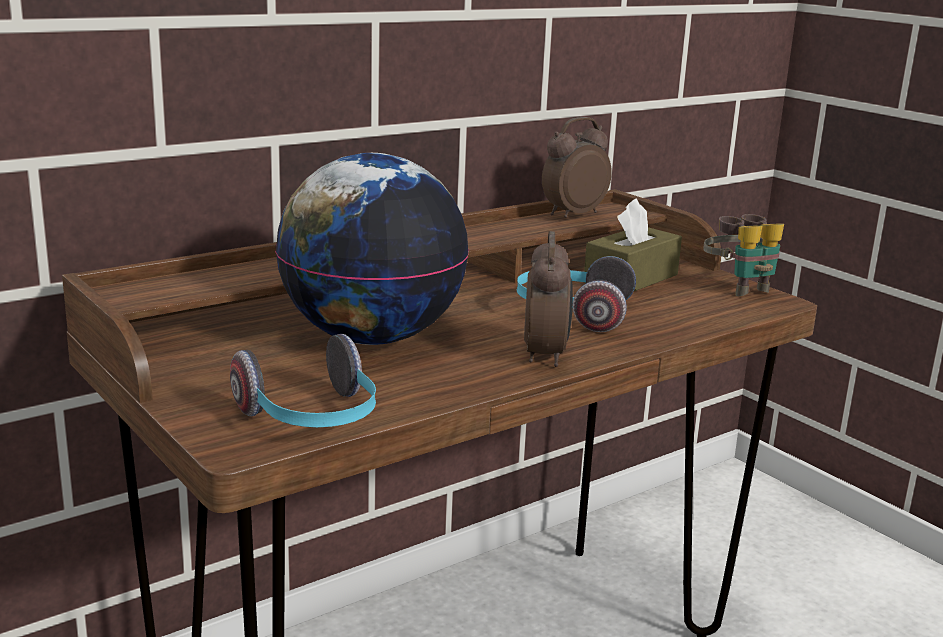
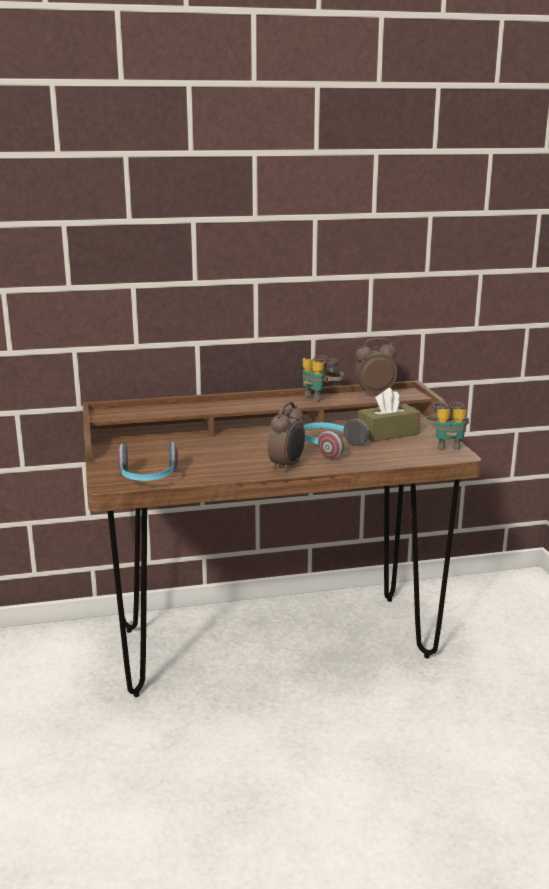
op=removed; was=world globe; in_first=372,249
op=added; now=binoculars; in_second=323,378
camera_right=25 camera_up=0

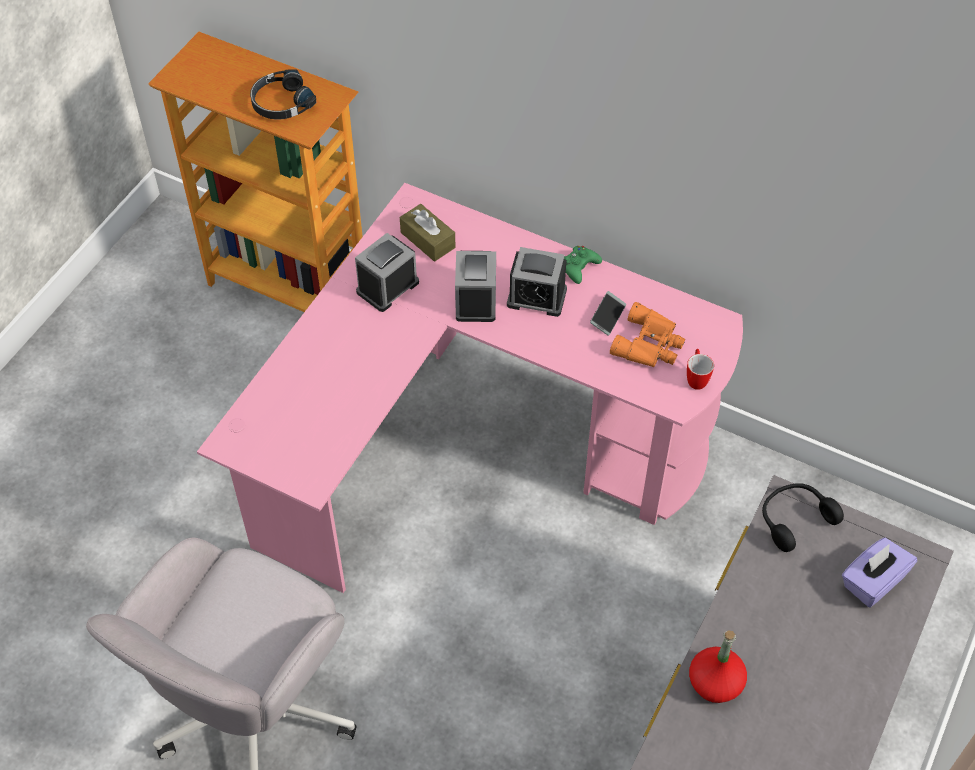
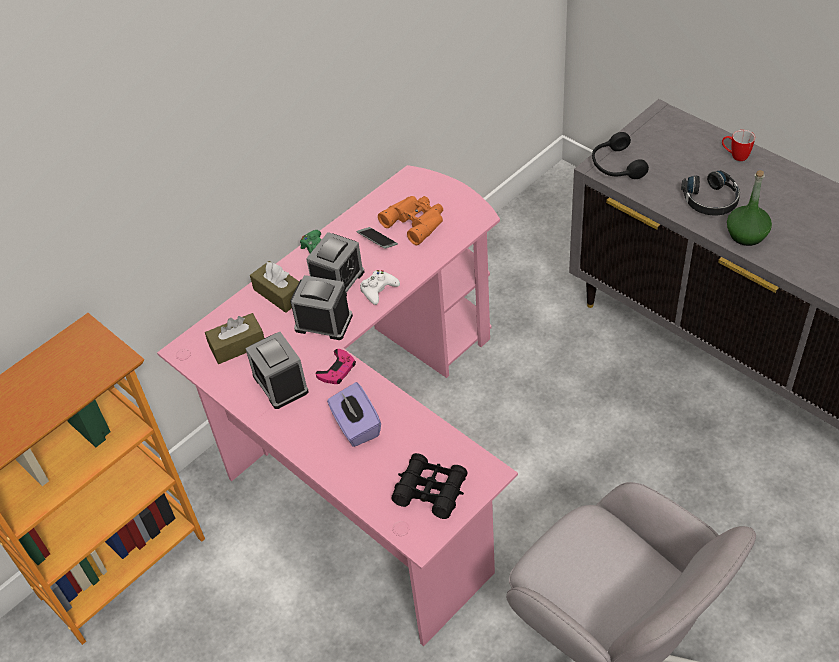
op=moved; was=black headphones; in_first=283,94; in_second=710,192
op=moved; was=mug; in_first=700,369; in_second=738,145
op=moved; was=purple-coloured tissue box; in_first=879,572; in_second=354,414
op=recoloured; was=reddish beverage bottle; now=greenish beverage bottle; in_first=718,666; in_second=749,208
op=added; now=brown-coloured tissue box; in_second=274,287
op=added; now=whitish joypad; in_second=380,287
op=added; now=pink-coloured joypad; in_second=336,366
op=added; now=black binoculars; in_second=430,486
camera_right=-70 camera_up=-5

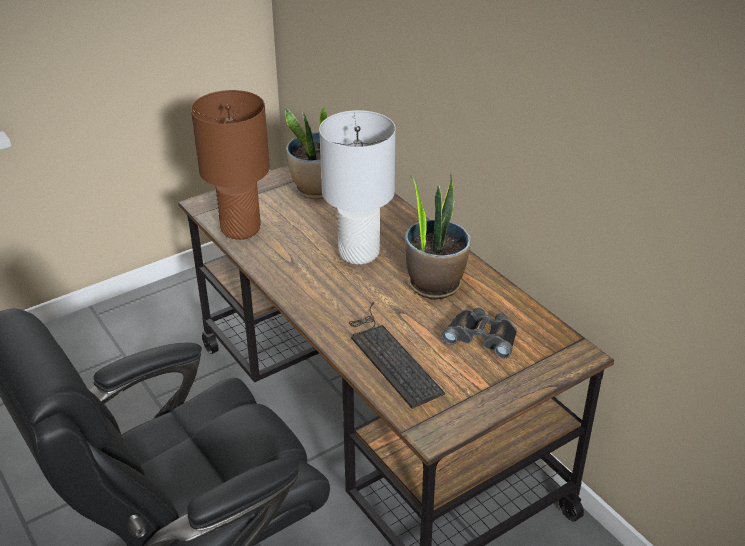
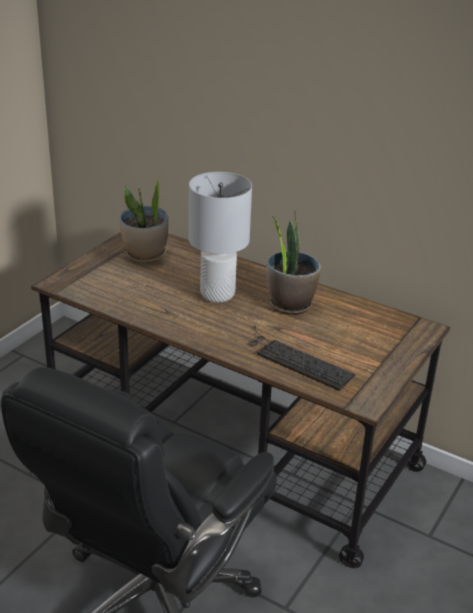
op=removed; was=brown-coloured tabletop lamp; in_first=230,165
op=removed; was=black binoculars; in_first=479,333
camera_right=-25 camera_up=-5

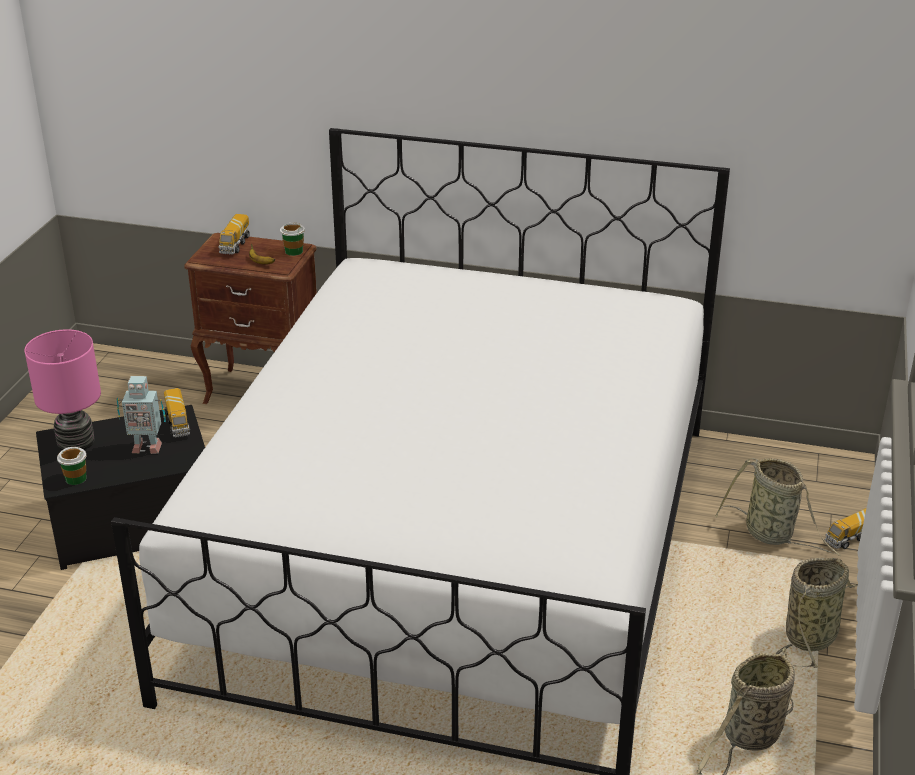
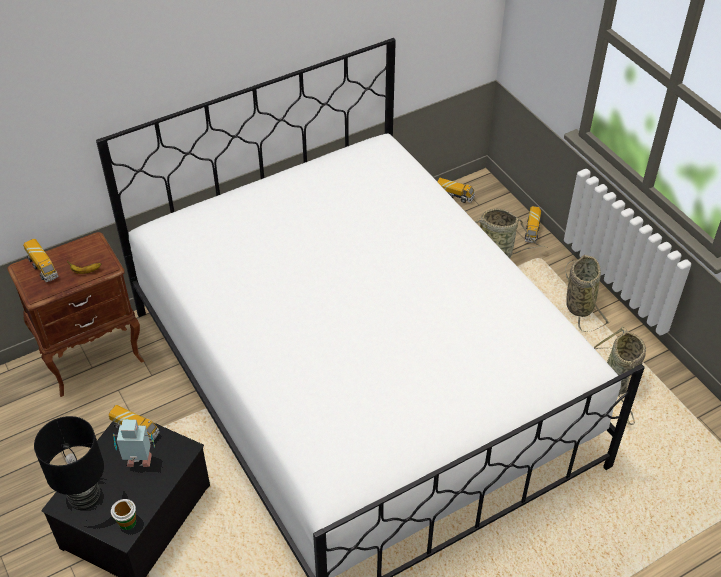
op=removed; was=small cup; in_first=292,239
op=recoloured; was=pink-coloured tabletop lamp; now=black tabletop lamp; in_first=62,389; in_second=69,463
op=turned; was=toy robot; in_first=141,415; in_second=134,443; clockwise=-135
op=added; now=model truck; in_second=456,190
camera_right=-45 camera_up=15

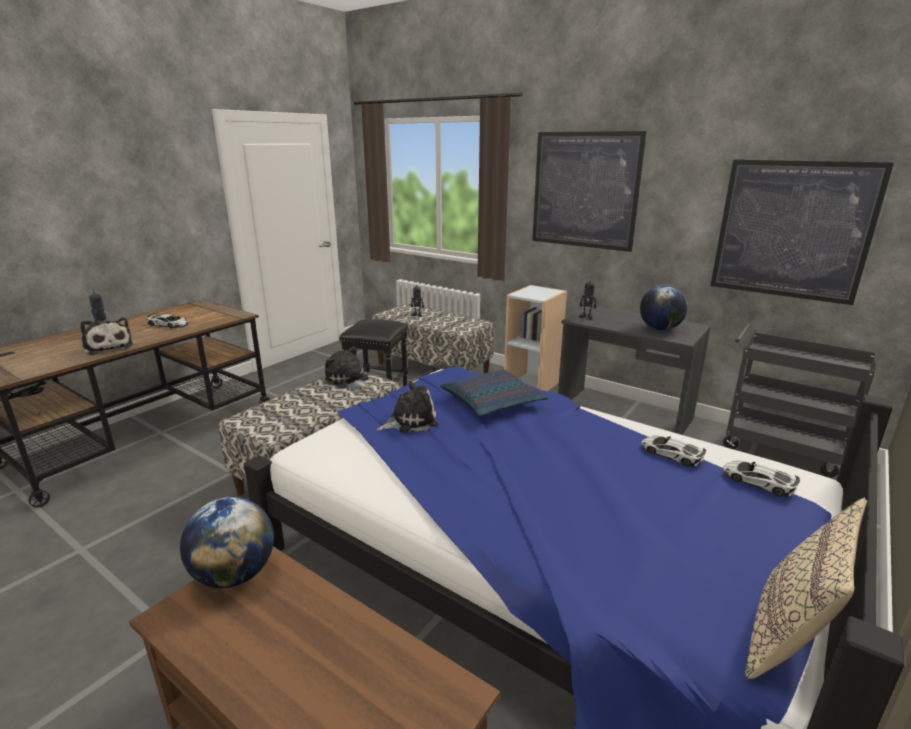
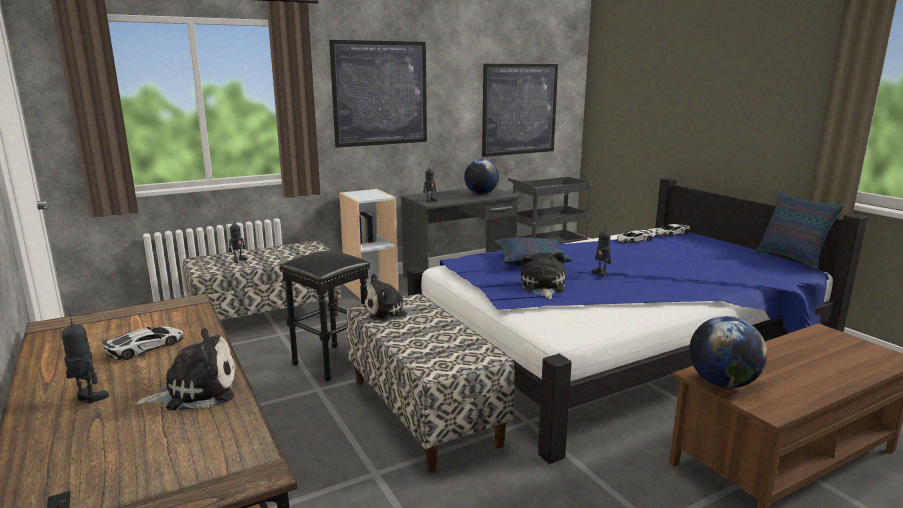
op=recoloured; was=beige cushion; now=blue-coloured cushion; in_first=806,588; in_second=799,231
op=added; now=toy robot; in_second=601,251
camera_right=-65 camera_up=-5

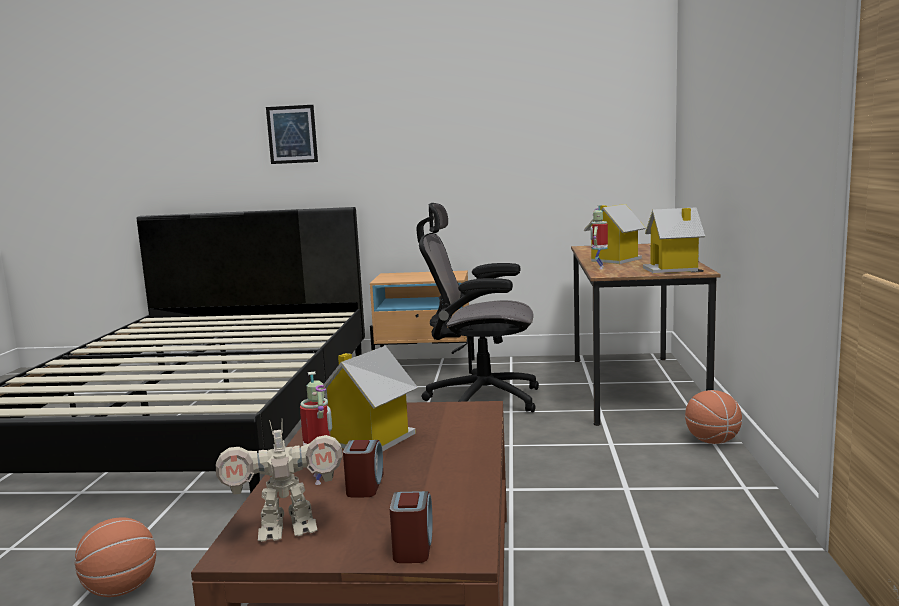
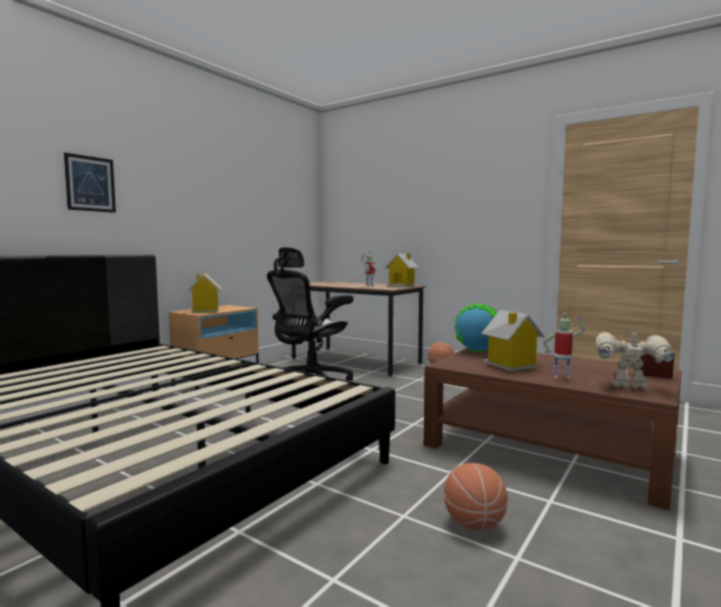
op=moved; was=model house; in_first=615,234; in_second=204,293
op=turned; was=toy robot; in_first=279,481; in_second=635,358; clockwise=-90
op=removed; was=alarm clock; in_first=363,468
op=added; now=world globe; in_second=475,328
camera_right=-60 camera_up=-5

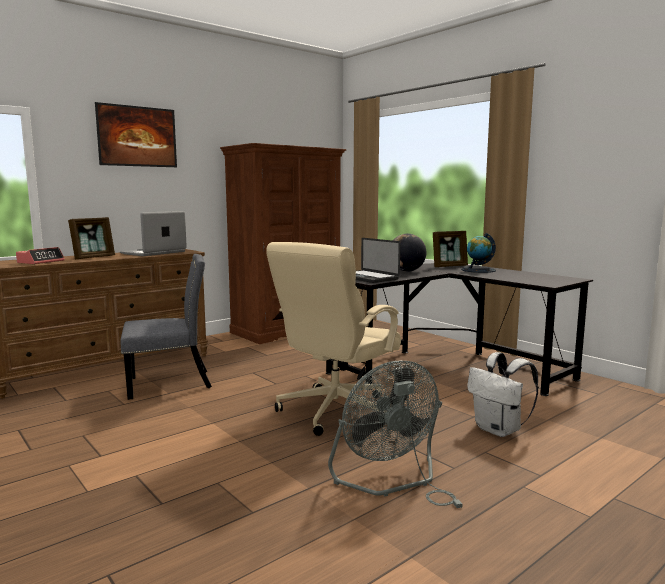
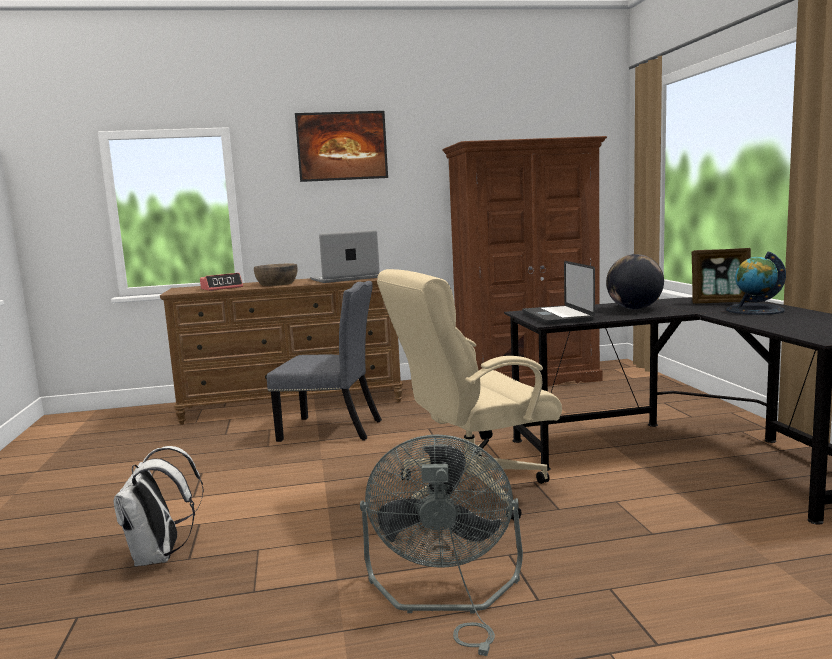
op=replaced; was=standing frame; now=brown-coloured serving bowl; in_first=91,238; in_second=275,275
op=moved; was=whitish rucksack; in_first=503,394; in_second=159,506
camera_right=30 camera_up=0

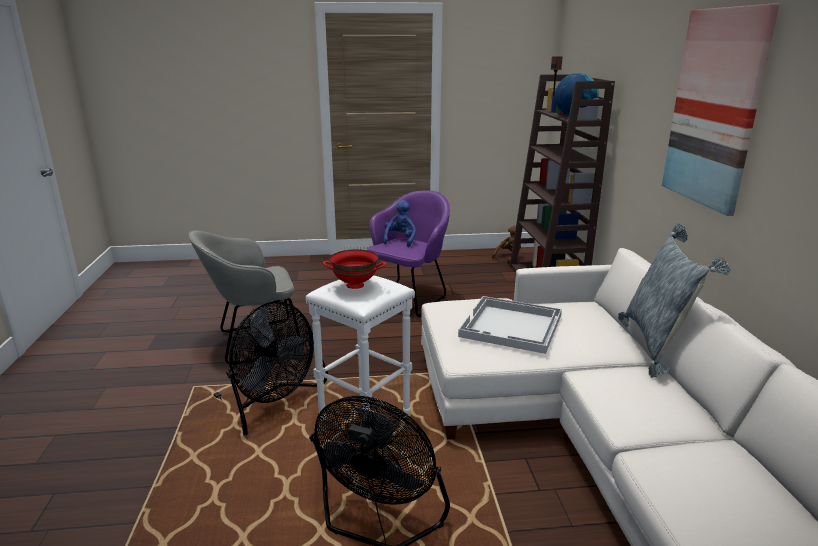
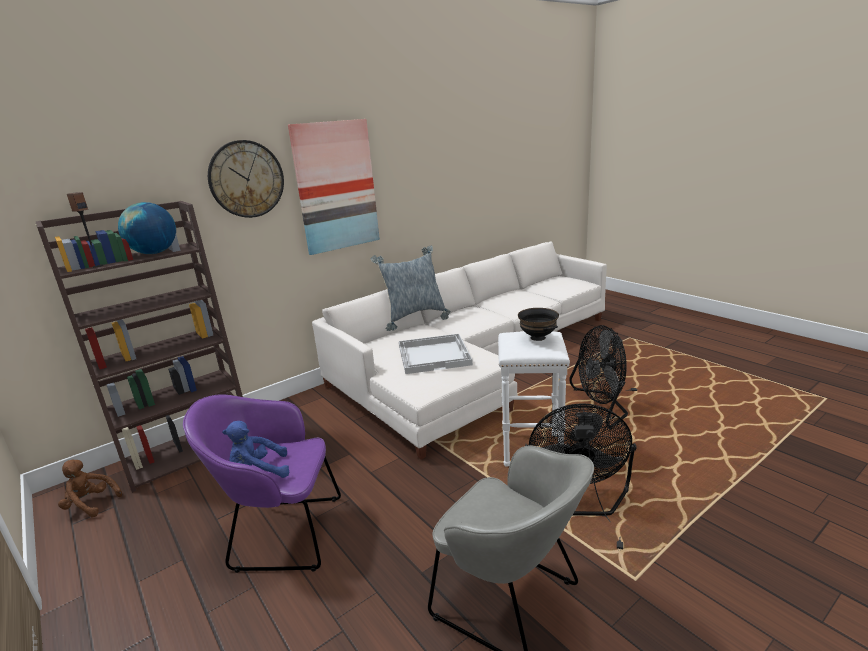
op=recoloured; was=reddish serving bowl; now=black serving bowl; in_first=354,269; in_second=538,324
op=added; now=hanging clock; in_second=246,179
camera_right=-120 camera_up=0

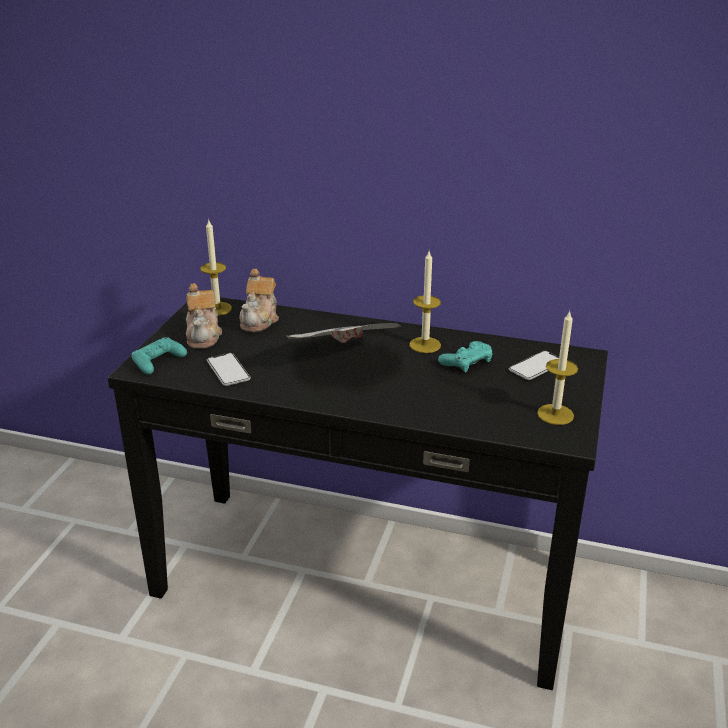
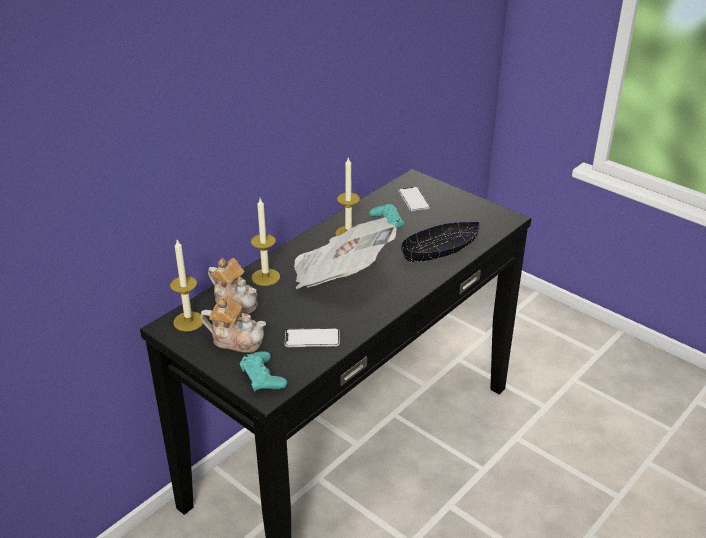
op=moved; was=candle; in_first=557,367; in_second=265,242
op=added; now=black serving bowl; in_second=440,241
camera_right=-65 camera_up=5

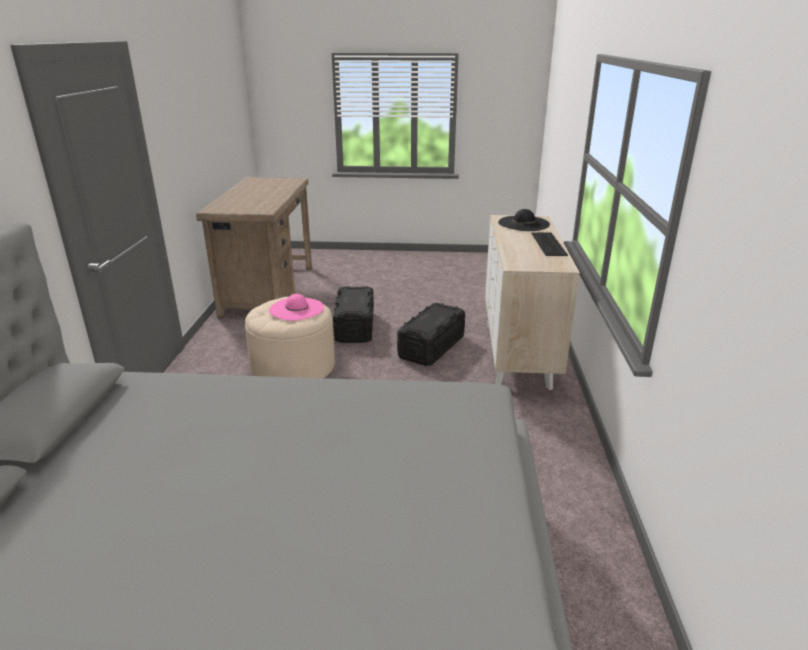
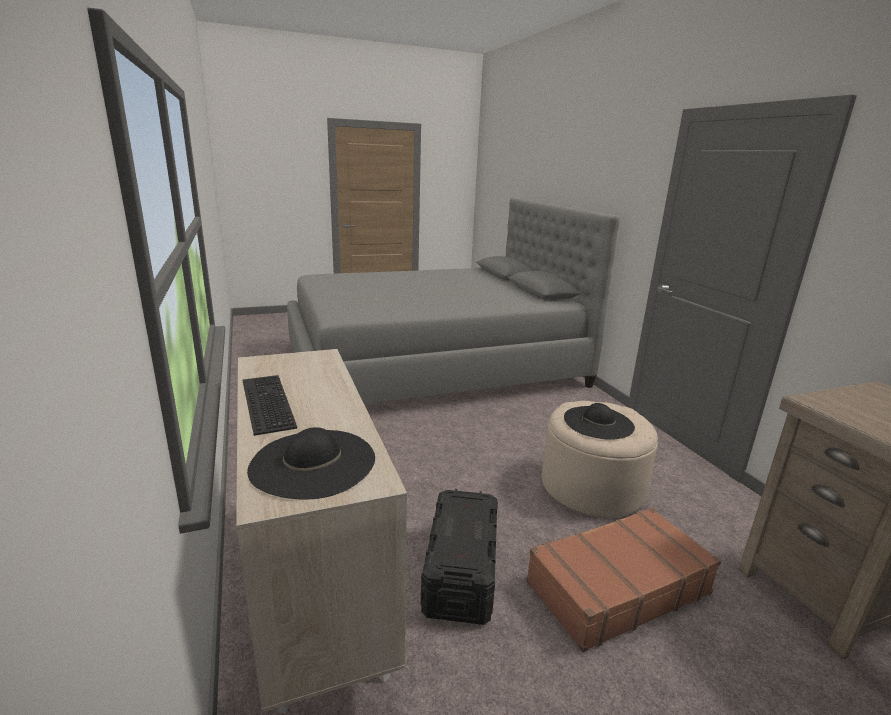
op=replaced; was=black storage box; now=brown-coloured piece of luggage; in_first=353,314; in_second=623,580
op=recoloured; was=pink-coloured clothing hat; now=black clothing hat; in_first=296,307; in_second=599,421
camera_right=155 camera_up=-5

